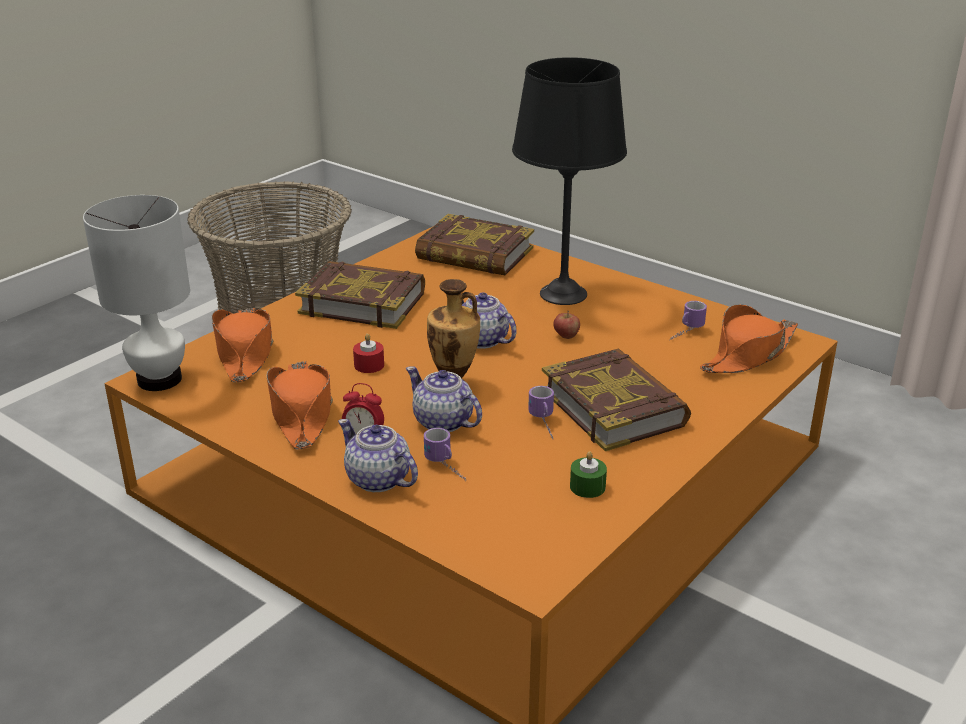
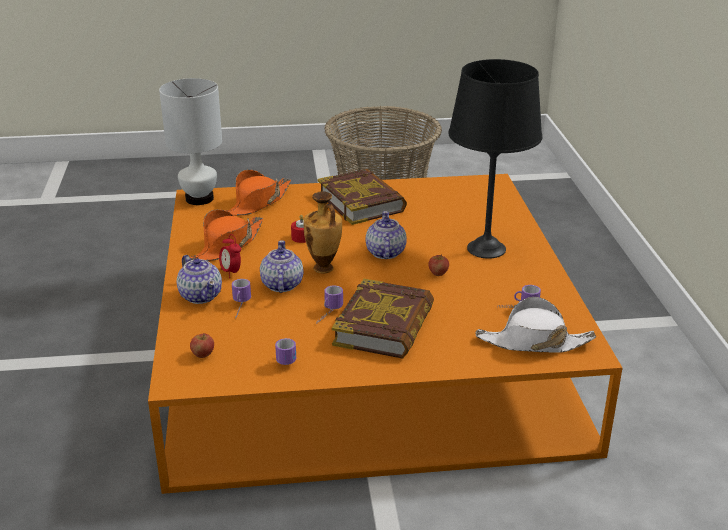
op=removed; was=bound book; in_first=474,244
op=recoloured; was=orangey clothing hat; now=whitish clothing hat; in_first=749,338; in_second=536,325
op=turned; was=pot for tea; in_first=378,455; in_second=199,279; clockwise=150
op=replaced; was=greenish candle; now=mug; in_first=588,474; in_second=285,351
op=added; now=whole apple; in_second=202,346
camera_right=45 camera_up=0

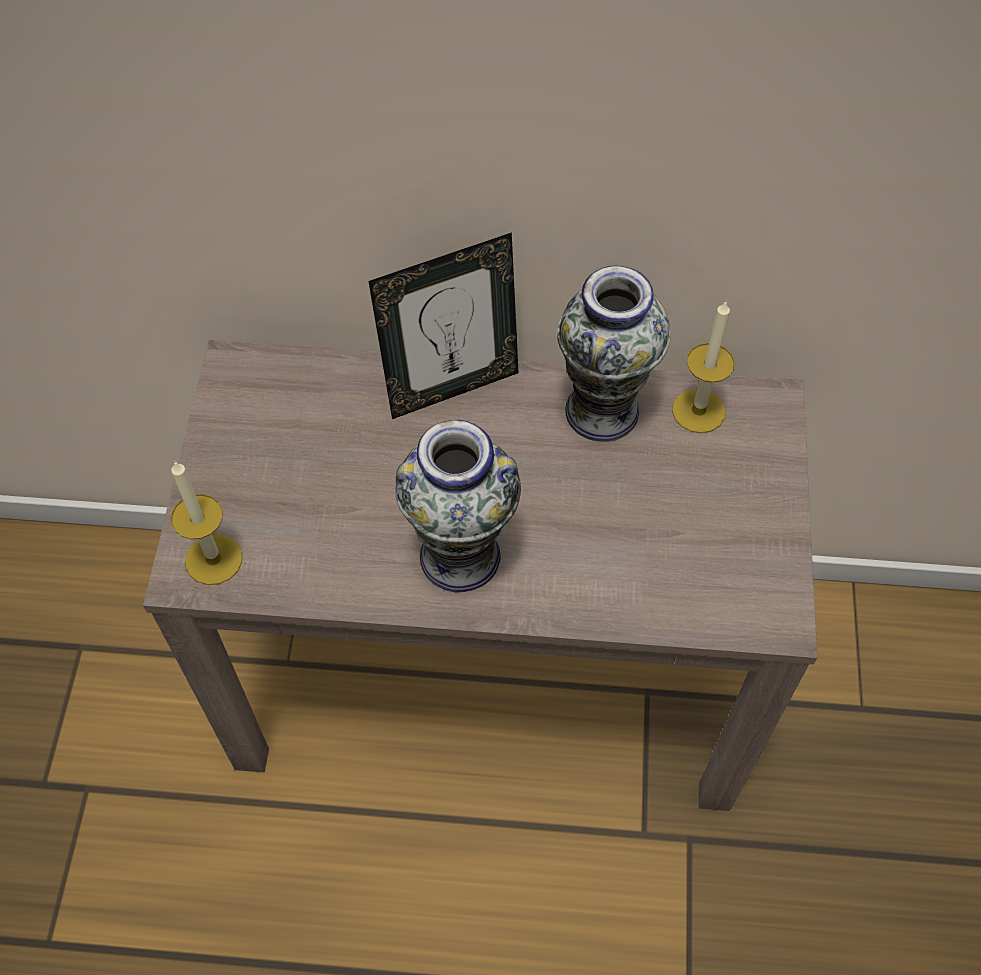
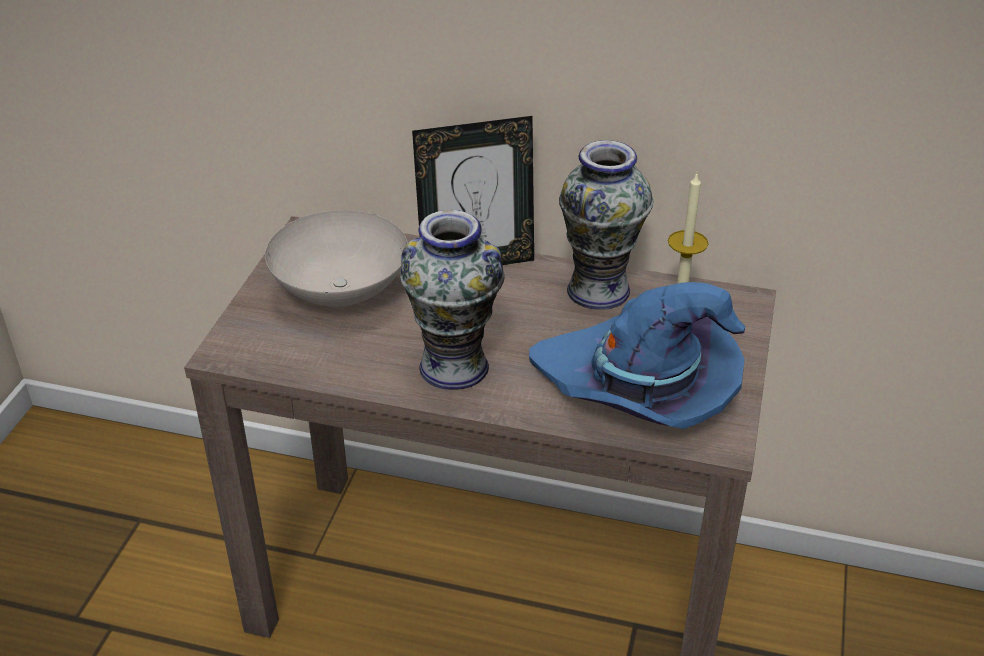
op=removed; was=candle; in_first=206,523
op=added; now=whitish serving bowl; in_second=336,258
op=added; now=blue-coloured clothing hat; in_second=637,355
camera_right=10 camera_up=-20

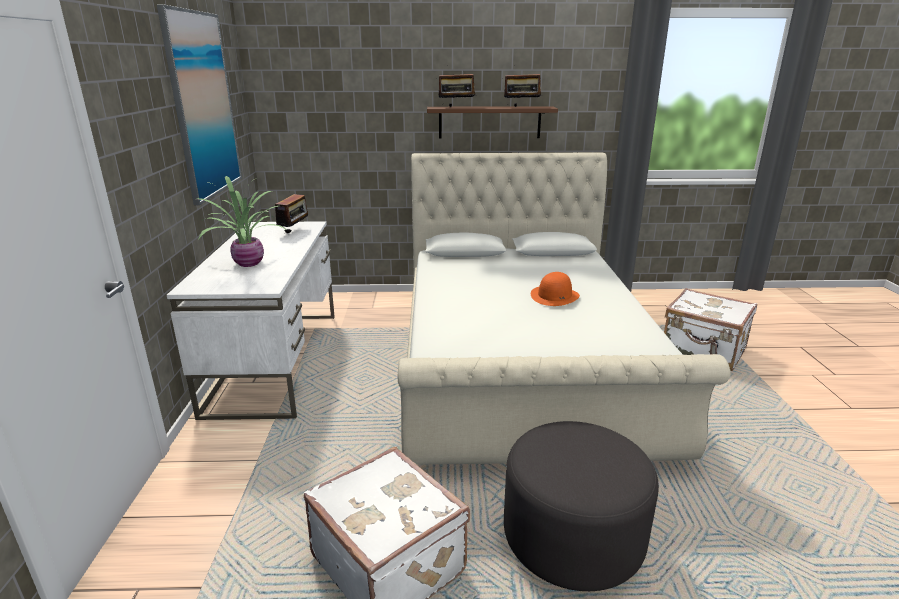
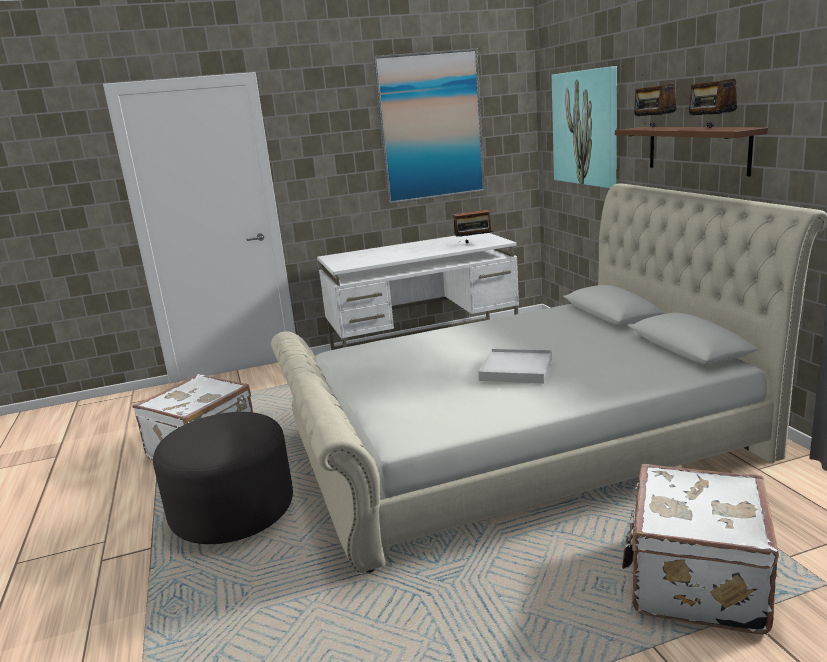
op=removed; was=potted plant; in_first=241,221
op=replaced; was=orangey clothing hat; now=whitish tray; in_first=555,289; in_second=515,366
op=added; now=wall picture; in_second=584,127
camera_right=75 camera_up=-5

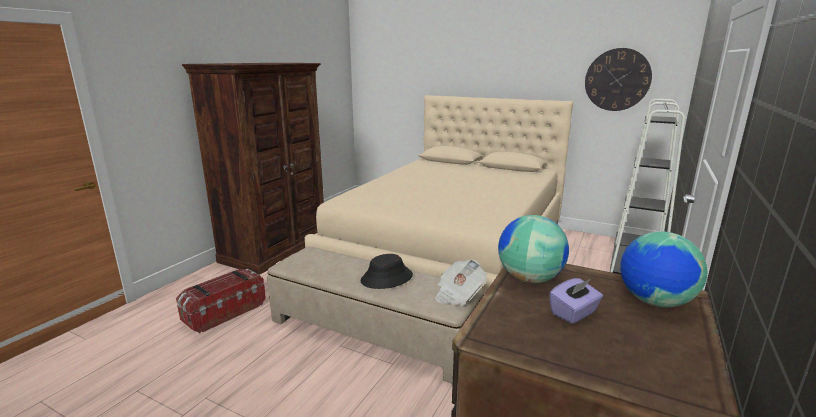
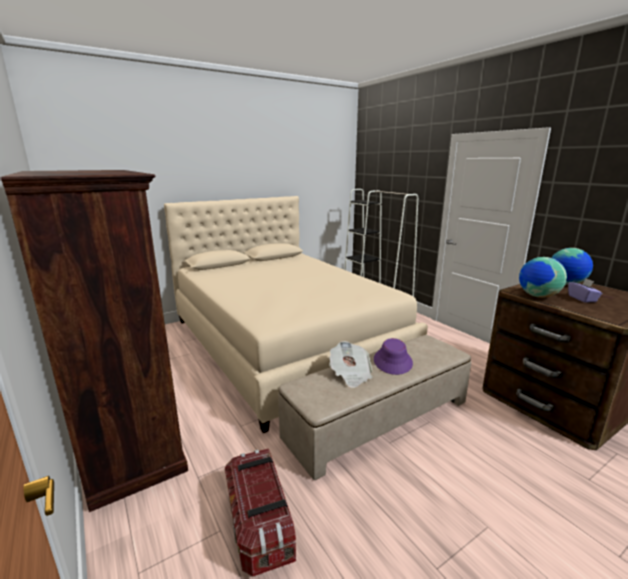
op=removed; was=hanging clock; in_first=618,79
op=recoloured; was=black clothing hat; now=purple-coloured clothing hat; in_first=387,271; in_second=393,356
op=moved; was=daily paper; in_first=461,283; in_second=351,364
camera_right=-60 camera_up=0

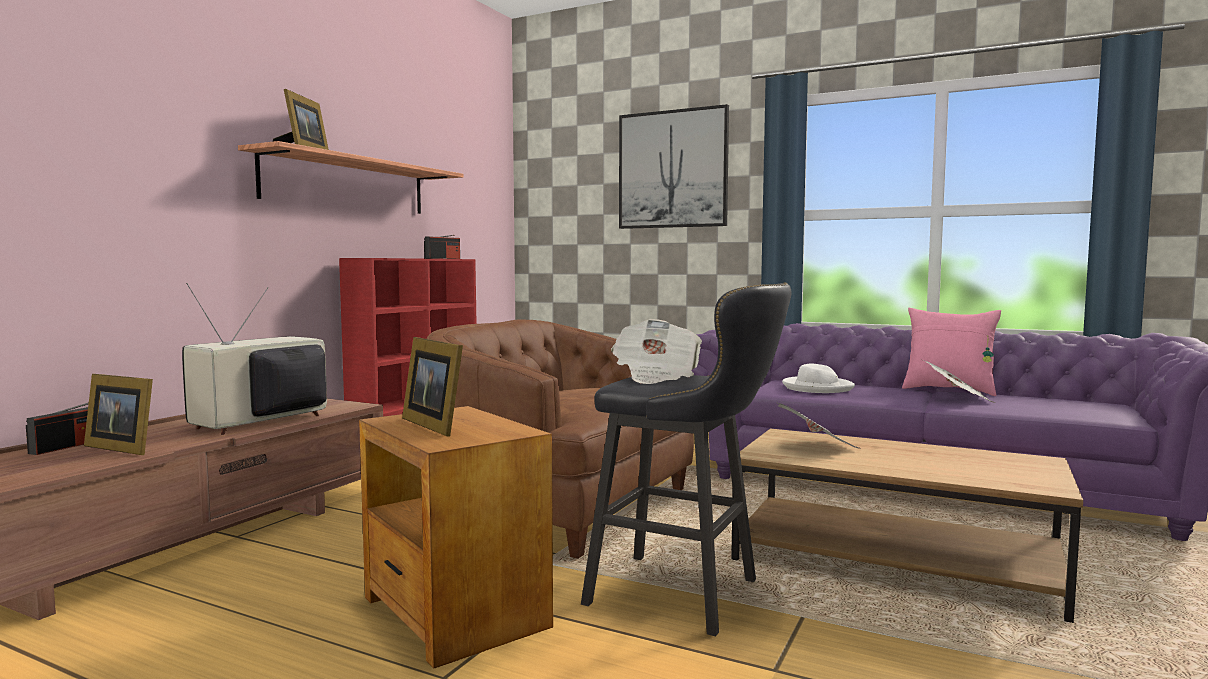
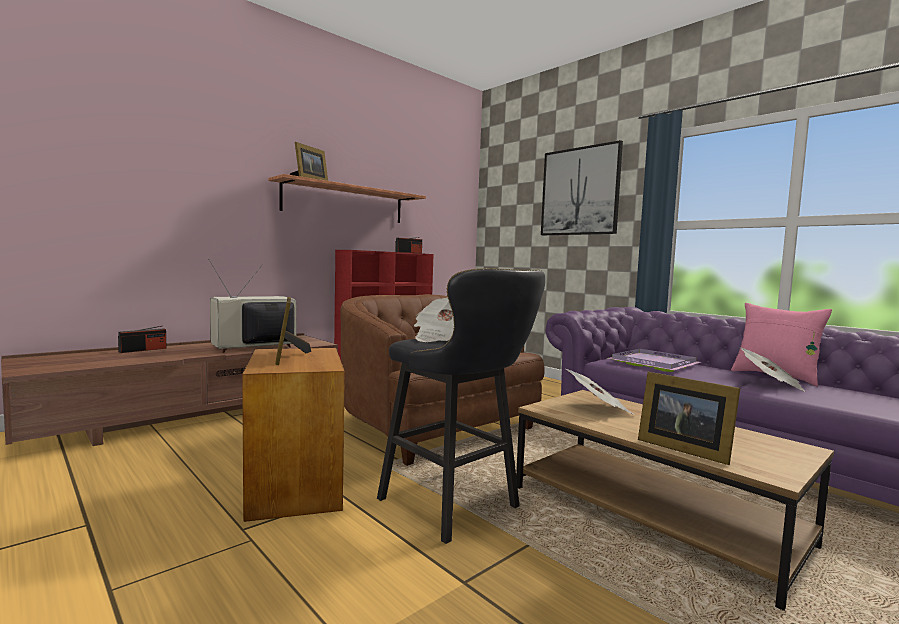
op=replaced; was=whitish clothing hat; now=purple-coloured tray; in_first=818,378; in_second=654,360
op=moved; was=standing frame; in_first=118,414; in_second=689,418
camera_right=20 camera_up=0

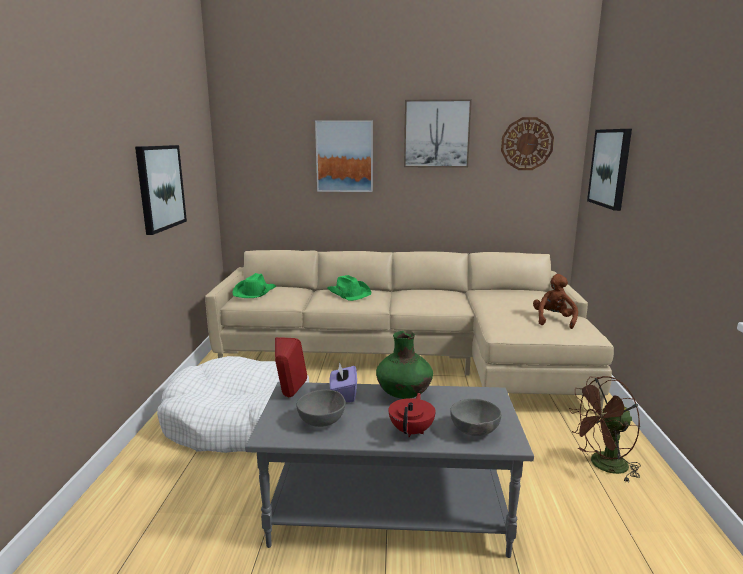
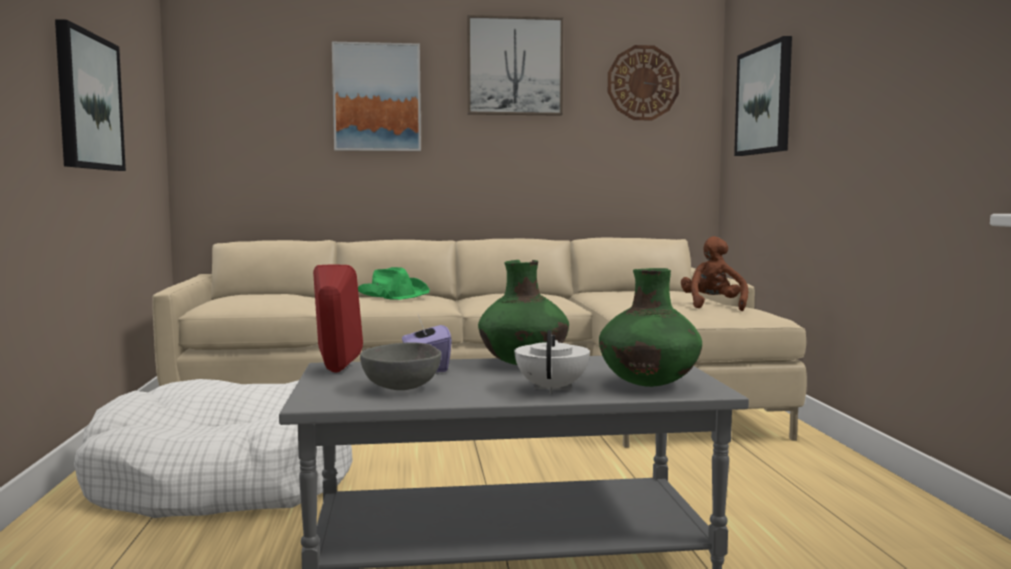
op=removed; was=greenish clothing hat; in_first=254,285
op=removed; was=brown-coloured fan; in_first=605,429
op=recoloured; was=reddish pot for tea; now=whitish pot for tea; in_first=412,415; in_second=552,362
op=replaced; was=greyish serving bowl; now=greenish decorative vase; in_first=475,417; in_second=650,327
camera_right=-10 camera_up=-10

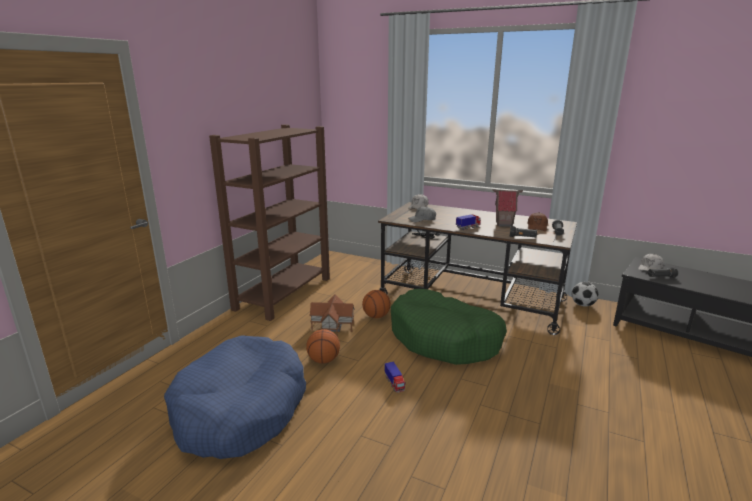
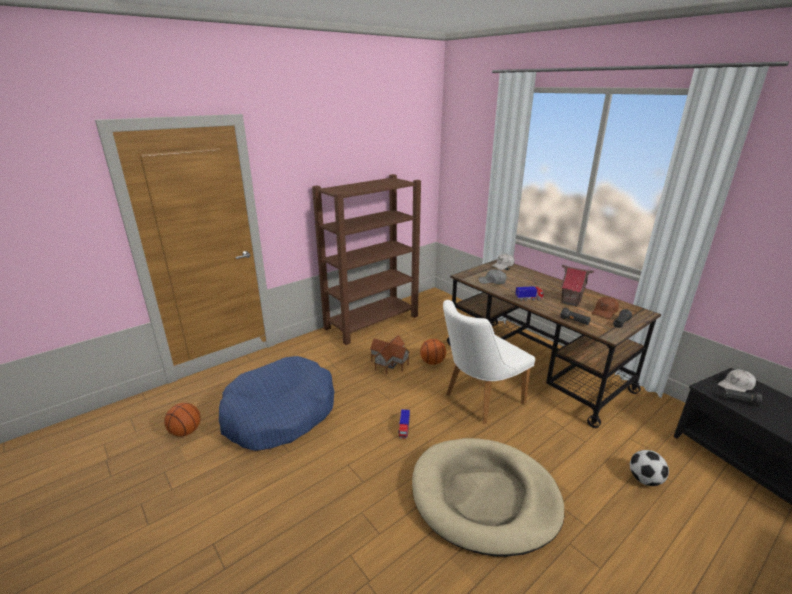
op=moved; was=football ball; in_first=585,294; in_second=649,468
op=replaced; was=greenish pet bed; now=whitish chair; in_first=449,327; in_second=489,362
op=moved; was=basketball ball; in_first=323,346; in_second=182,420
op=added; now=beige pet bed; in_second=488,497
camera_right=25 camera_up=5

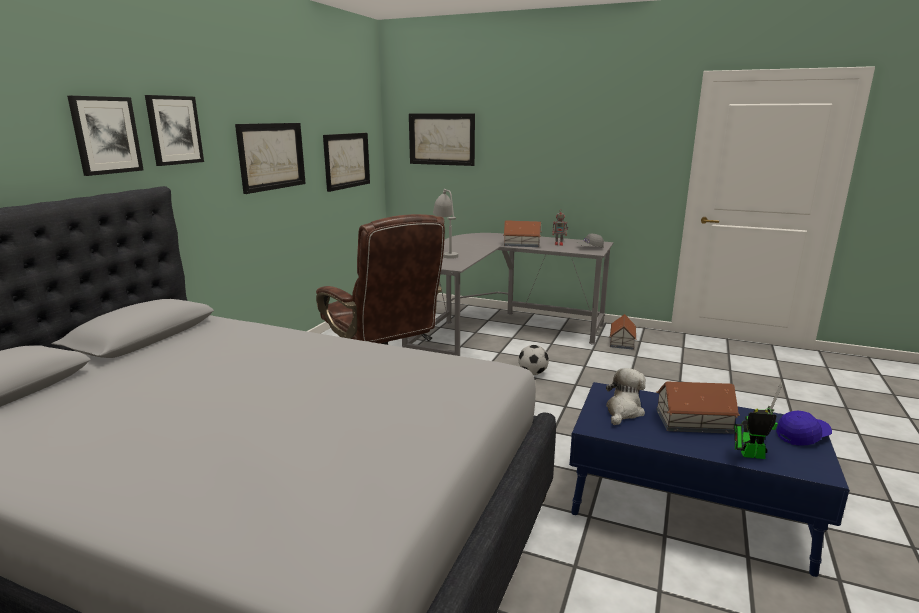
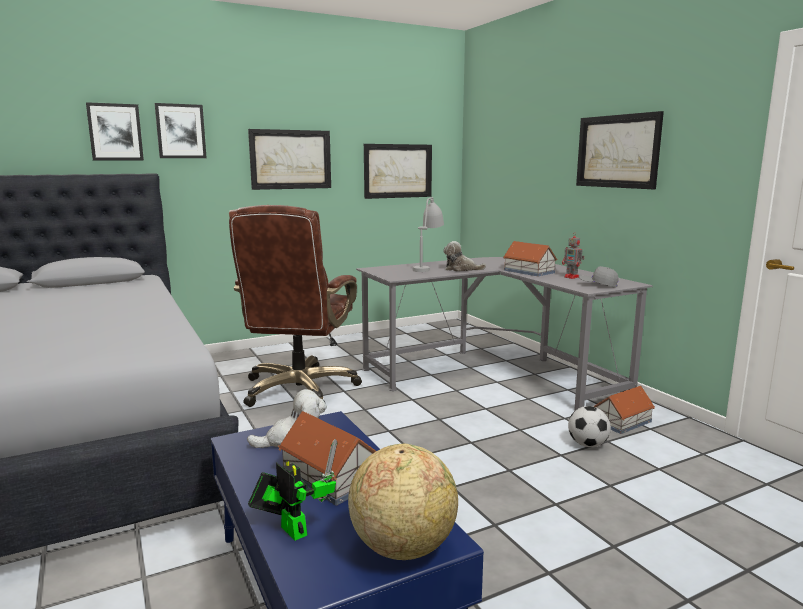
op=moved; was=wall picture; in_first=442,140; in_second=620,150
op=moved; was=football ball; in_first=534,360; in_second=589,426
op=replaced; was=blue-coloured peaked cap; now=world globe; in_first=804,428; in_second=403,502
op=added; now=cuddly toy; in_second=464,256
camera_right=40 camera_up=-5

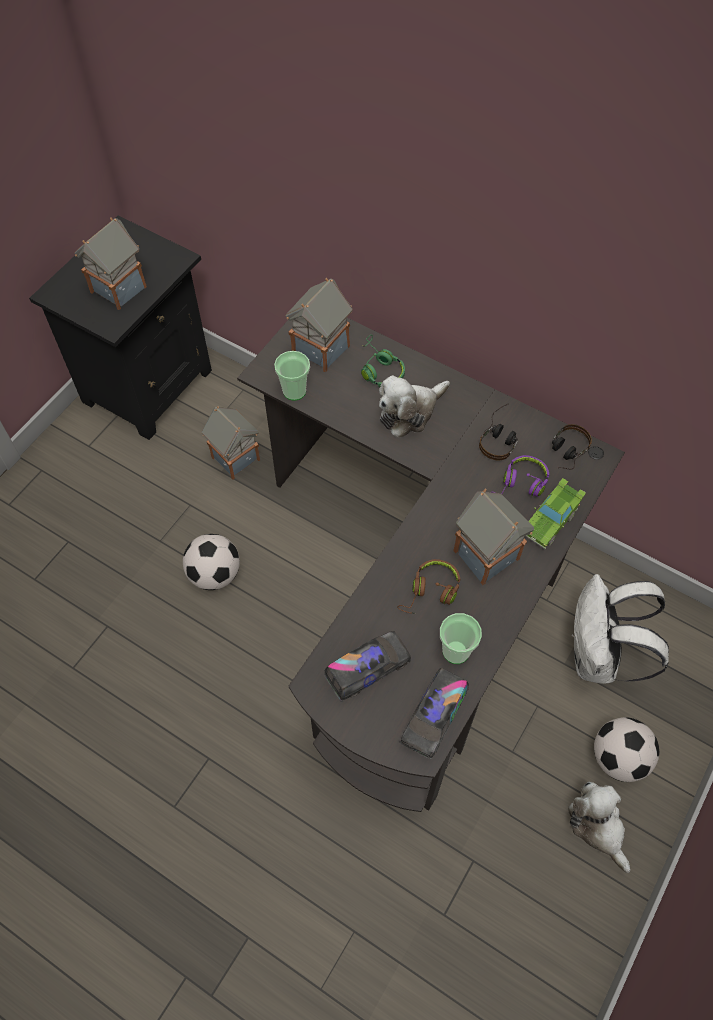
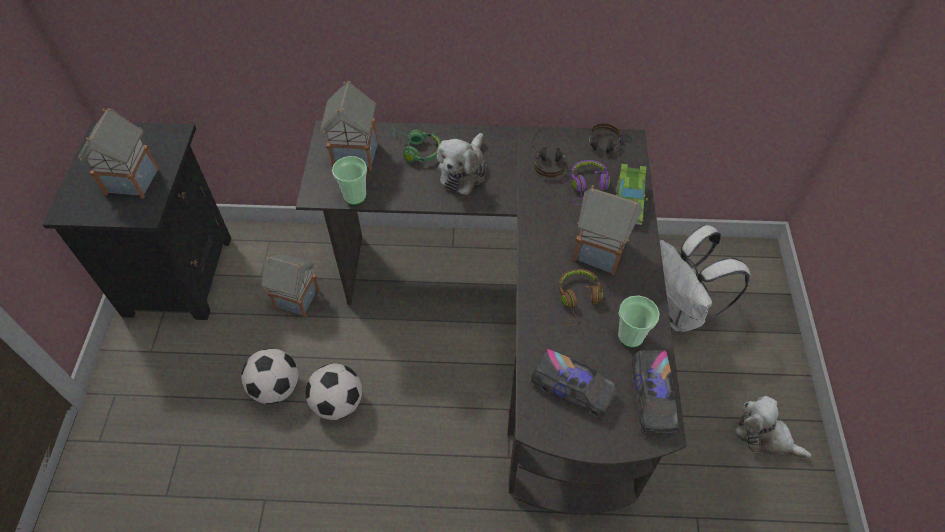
op=turned; was=model truck; in_first=367,666; in_second=573,383; clockwise=90
op=moved; was=football ball; in_first=626,749; in_second=269,376
camera_right=-30 camera_up=-5

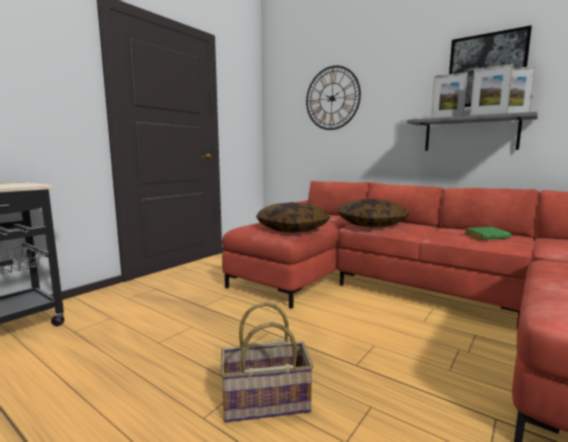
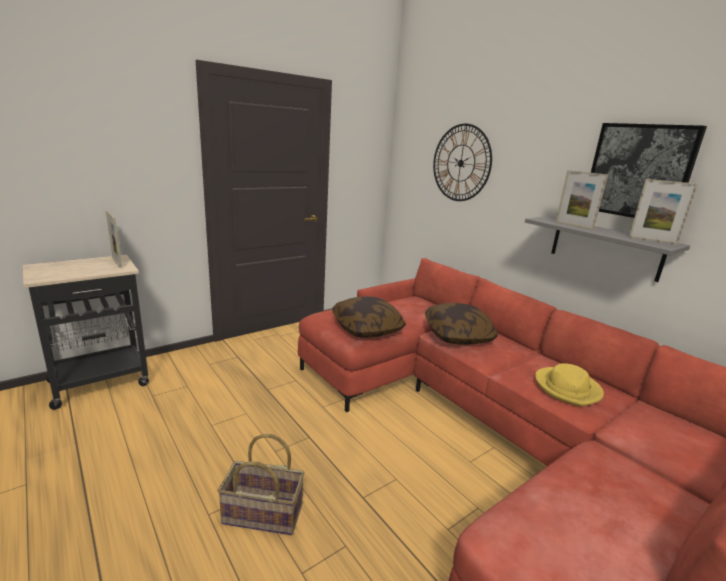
op=moved; was=standing frame; in_first=491,90; in_second=114,239
op=replaced; was=greenish bound book; now=yellow clothing hat; in_first=488,233; in_second=569,385
camera_right=15 camera_up=10

